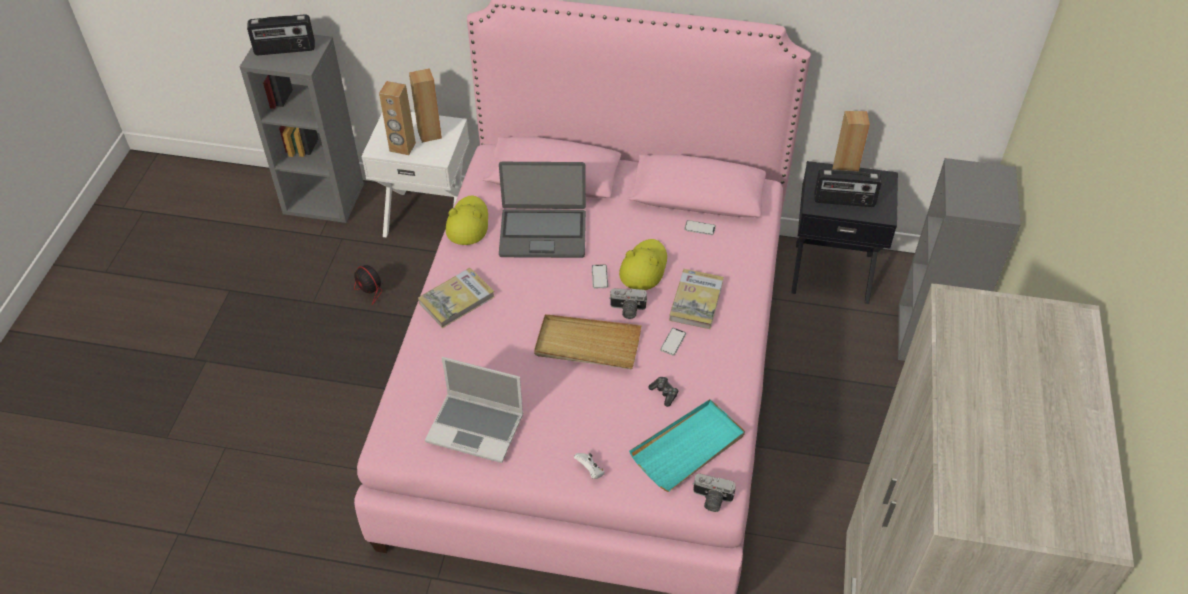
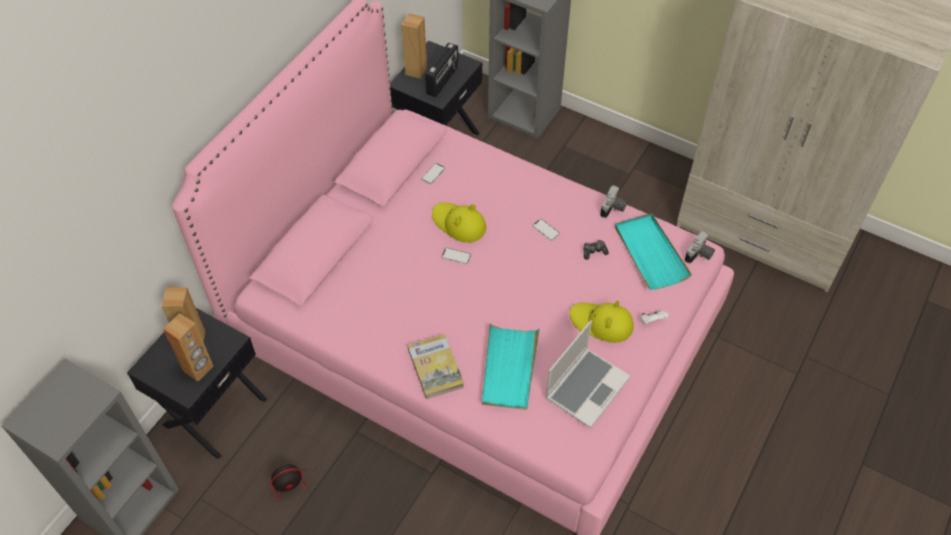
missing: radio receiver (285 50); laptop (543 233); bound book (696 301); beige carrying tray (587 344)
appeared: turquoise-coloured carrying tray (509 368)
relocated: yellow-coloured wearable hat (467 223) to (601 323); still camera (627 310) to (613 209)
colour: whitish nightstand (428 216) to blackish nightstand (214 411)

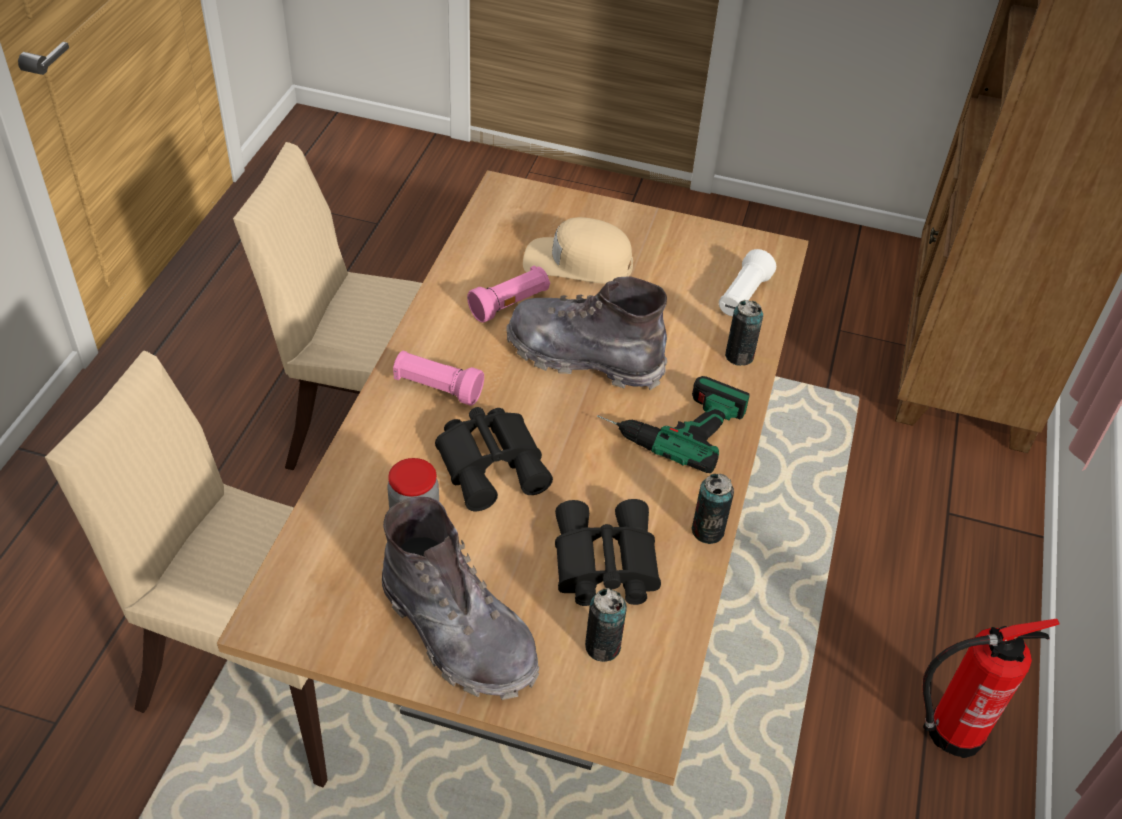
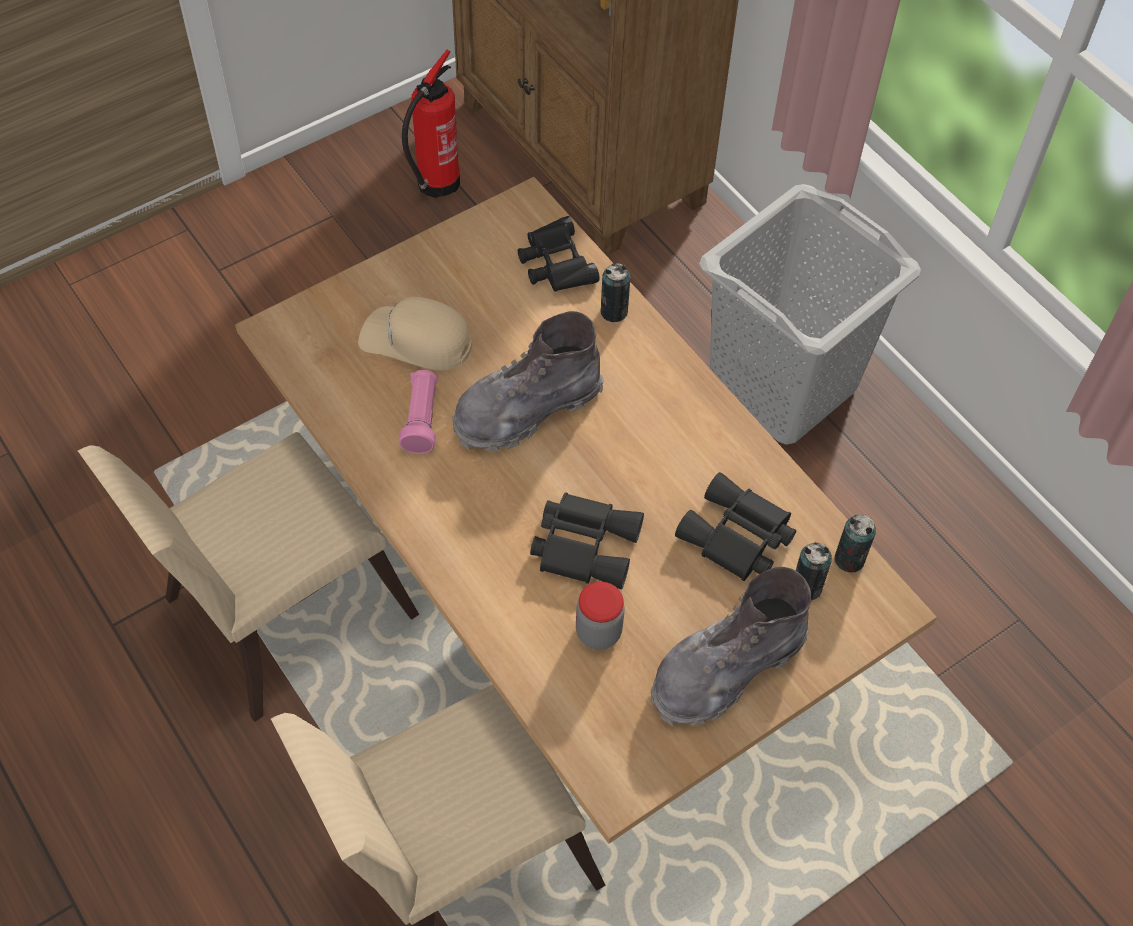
missing: pink-coloured flashlight (437 388); power drill (670 422)
appeared: gray washing basket (784 385)
relocated: sealed can (707 531) to (849 559); fire-fighting cylinder (949 731) to (435 184)
exchanged: whitish flashlight (742 297) to blackish binoculars (555 263)
spun: beige cap (577 262) = (416 340) 60 degrees clockwise; gray tall boot (458 632) = (725 669) 150 degrees clockwise

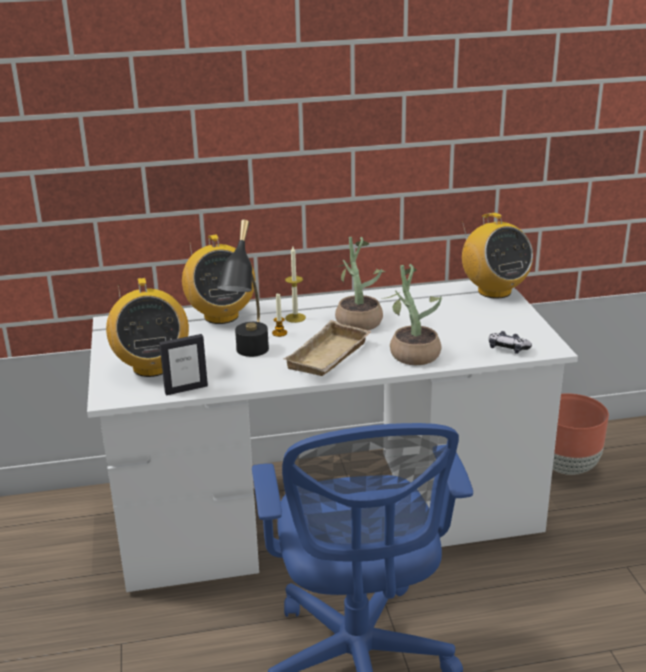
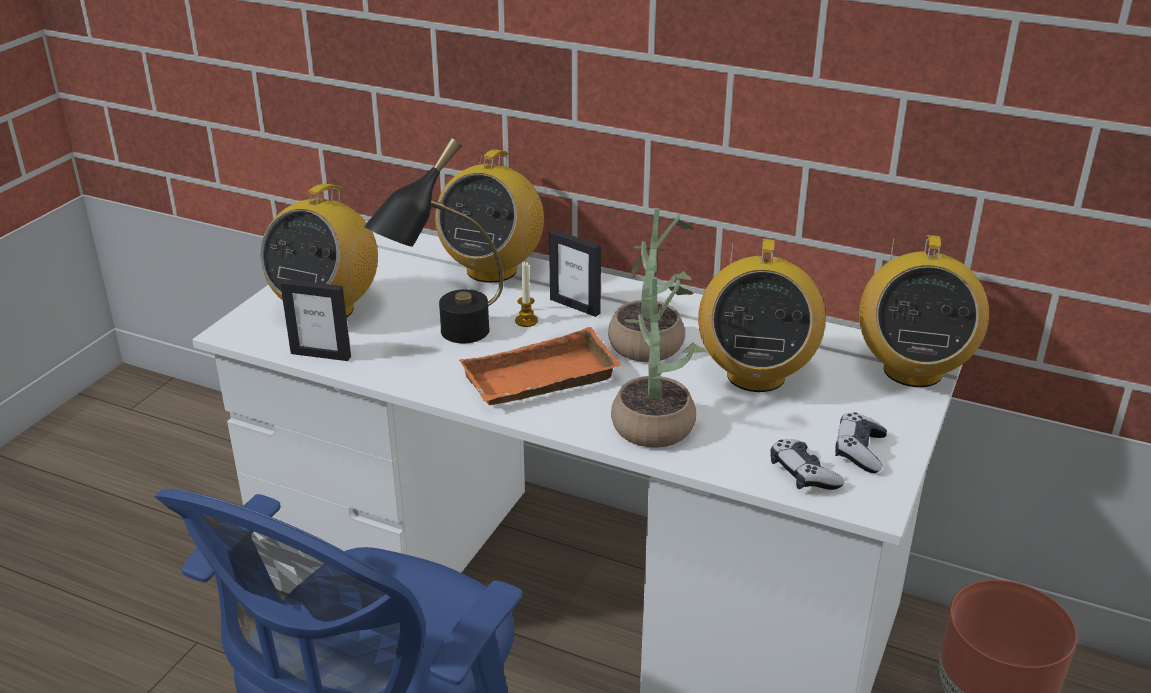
appeared: radio receiver (755 375); game controller (859 451)
exchanged: wax candle (295 318) to photo frame (575 306)
colour: beige carrying tray (330 357) to orange-coloured carrying tray (539 381)

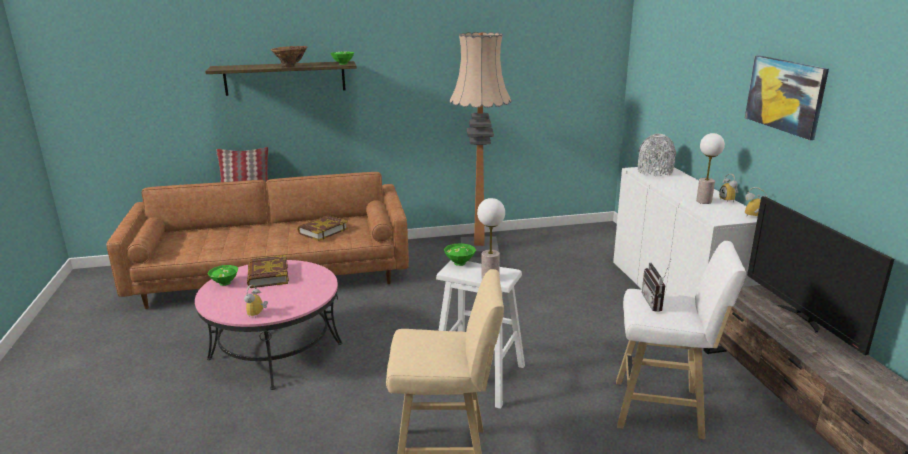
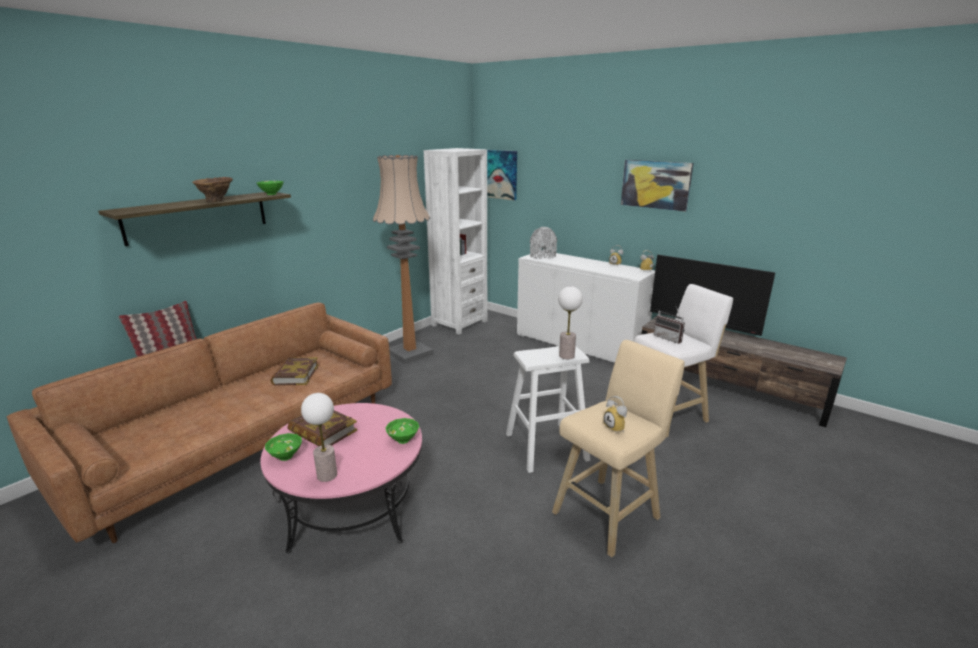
appeared: whitish shelving unit (459 323); picture (500 174)
relocated: tabletop lamp (703 201) to (327 475); greenish deep dish (460 263) to (404 440); table clock (258 314) to (616 428)

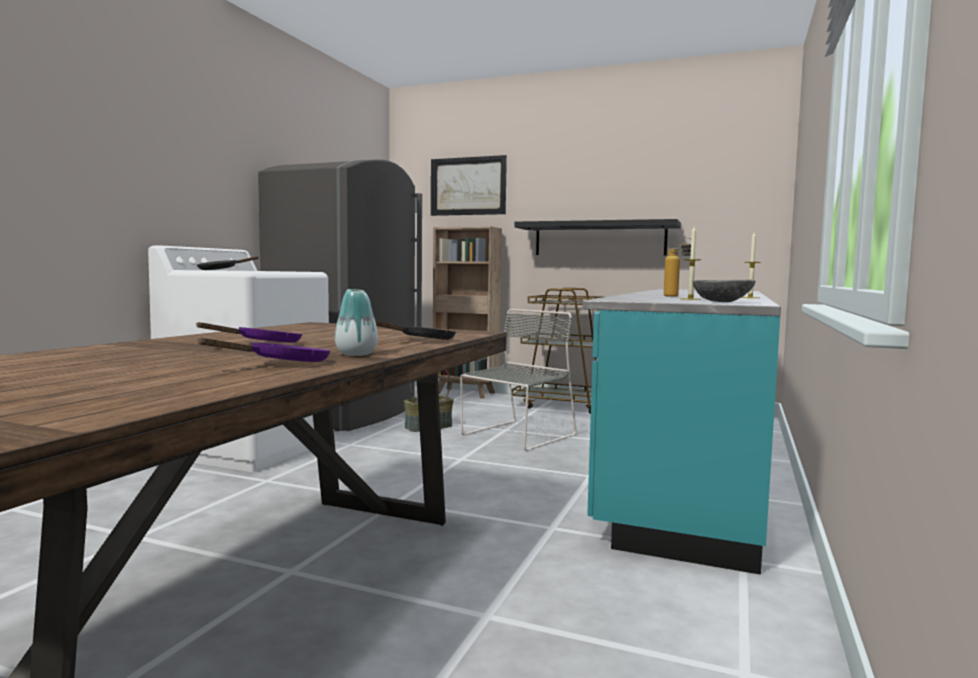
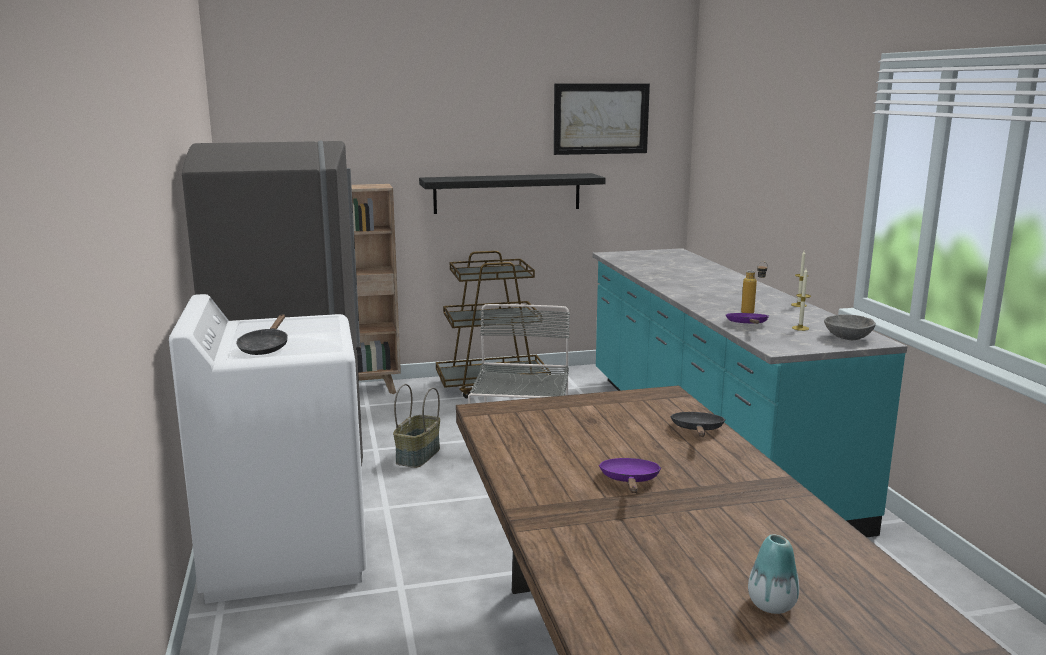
relocated: picture (468 186) to (601 119); vase (356 354) to (771 605); purple-coloured skillet (283 363) to (747 325)

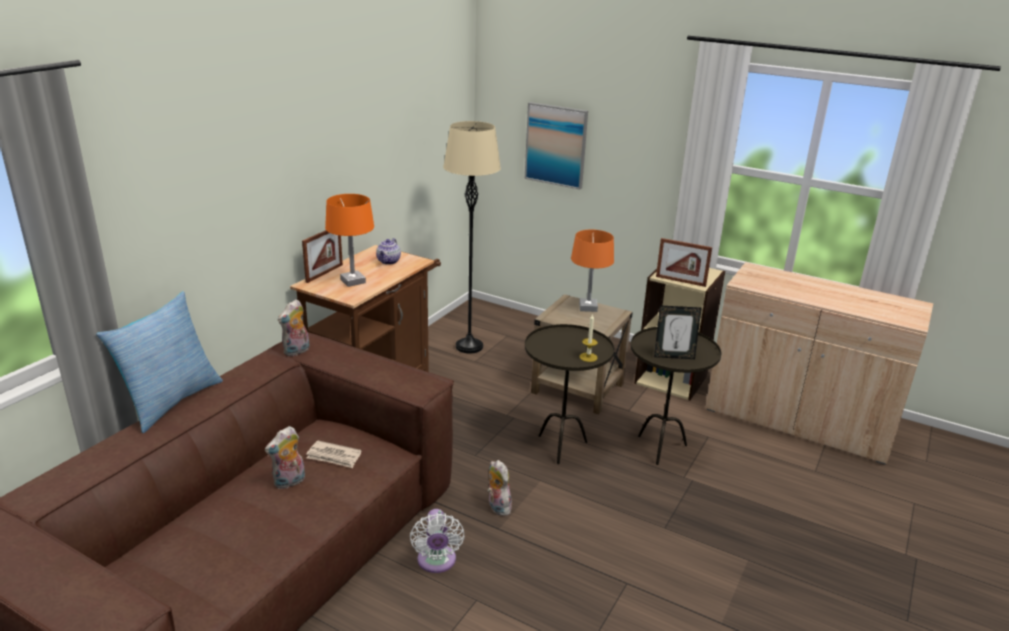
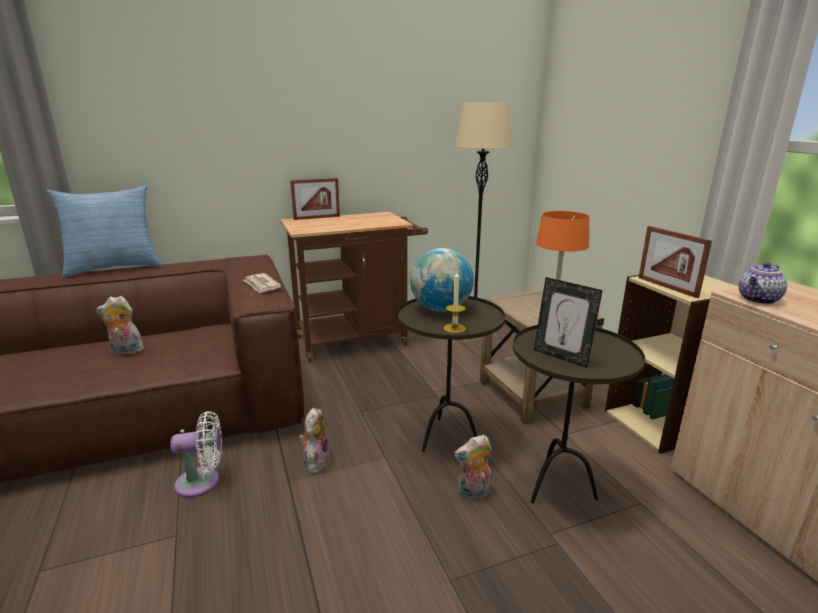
missing: picture (556 145); orange-coloured tabletop lamp (353 281)
appeared: desk globe (440 309)
relocated: teapot (388 261) to (758 300); plush toy (297 351) to (473 493); printed paper (334 456) to (261 285)
spun: whitish cooling fan (436 562) = (202 482) 135 degrees counterclockwise

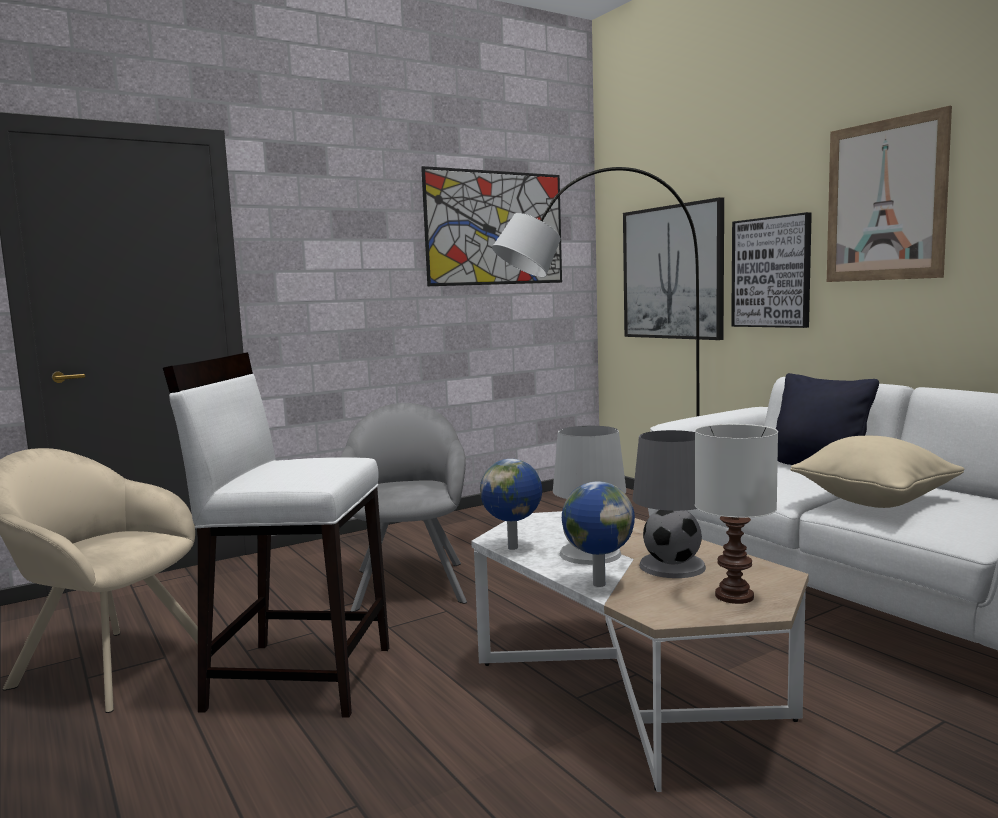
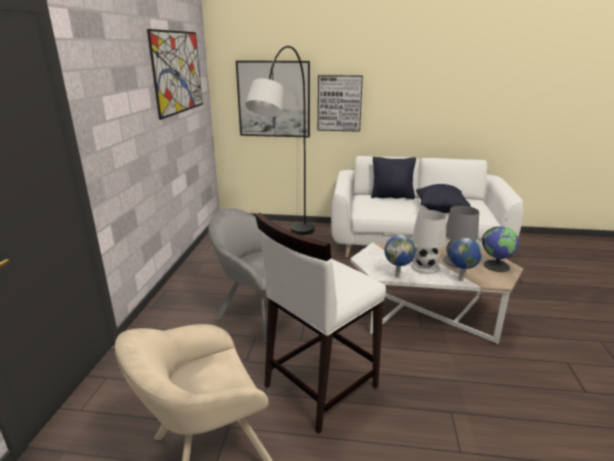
missing: picture (885 201)
exchanged: whitish tabletop lamp (736 596) to desk globe (496 266)
colour: beige pillow (874 501) to blackish pillow (440 210)

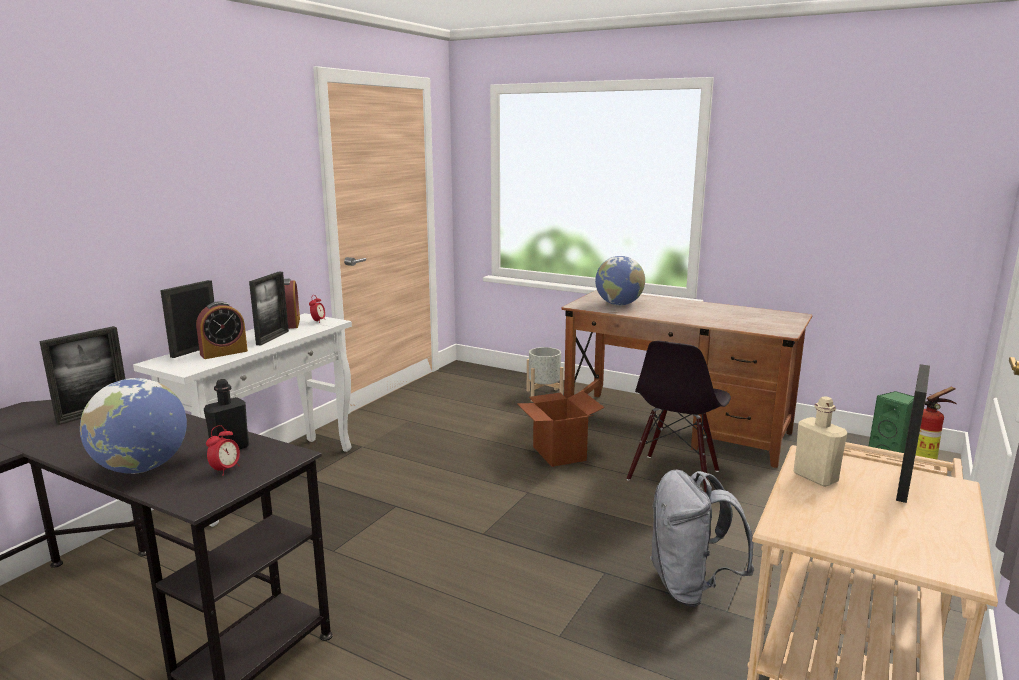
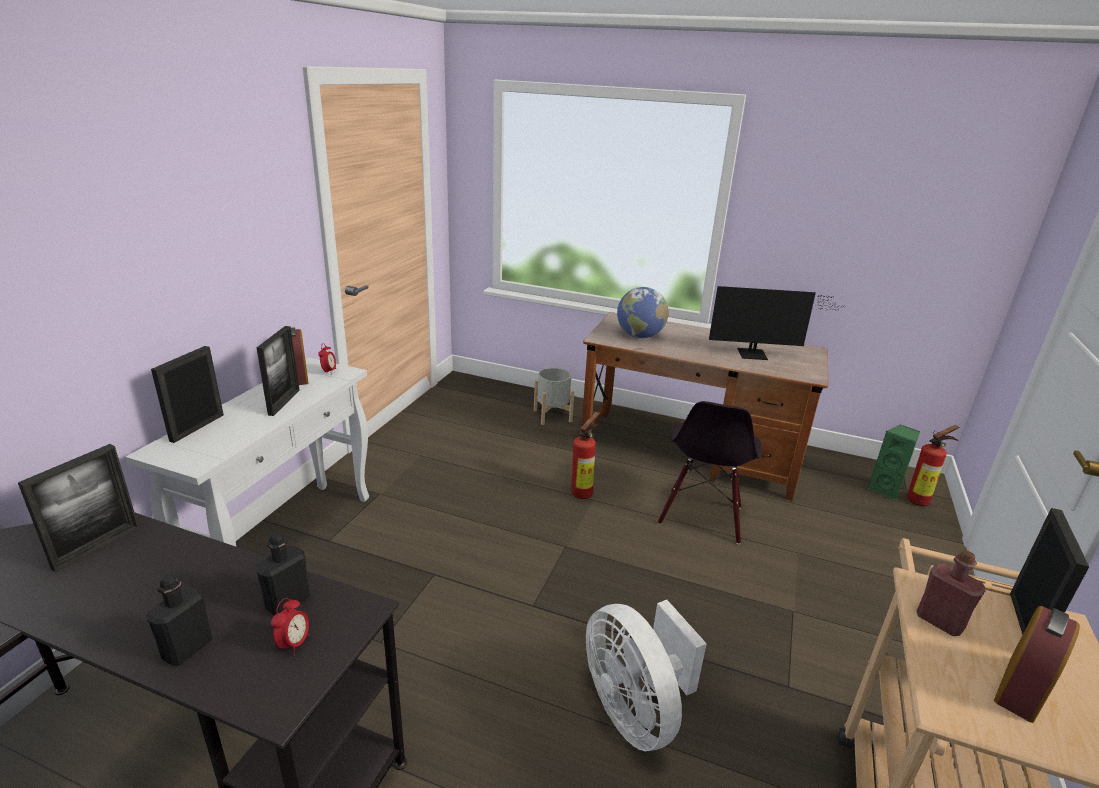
missing: gray rucksack (691 587)
appeared: monitor (757 355); whitish cooling fan (635 710)
relocated: table clock (224 353) to (1021 688)
exchanged: desk globe (142 468) to blackish drink bottle (187 649); carton (559 453) to fire-fighting cylinder (584 493)
colour: beige drink bottle (815 477) to red drink bottle (939 621)

